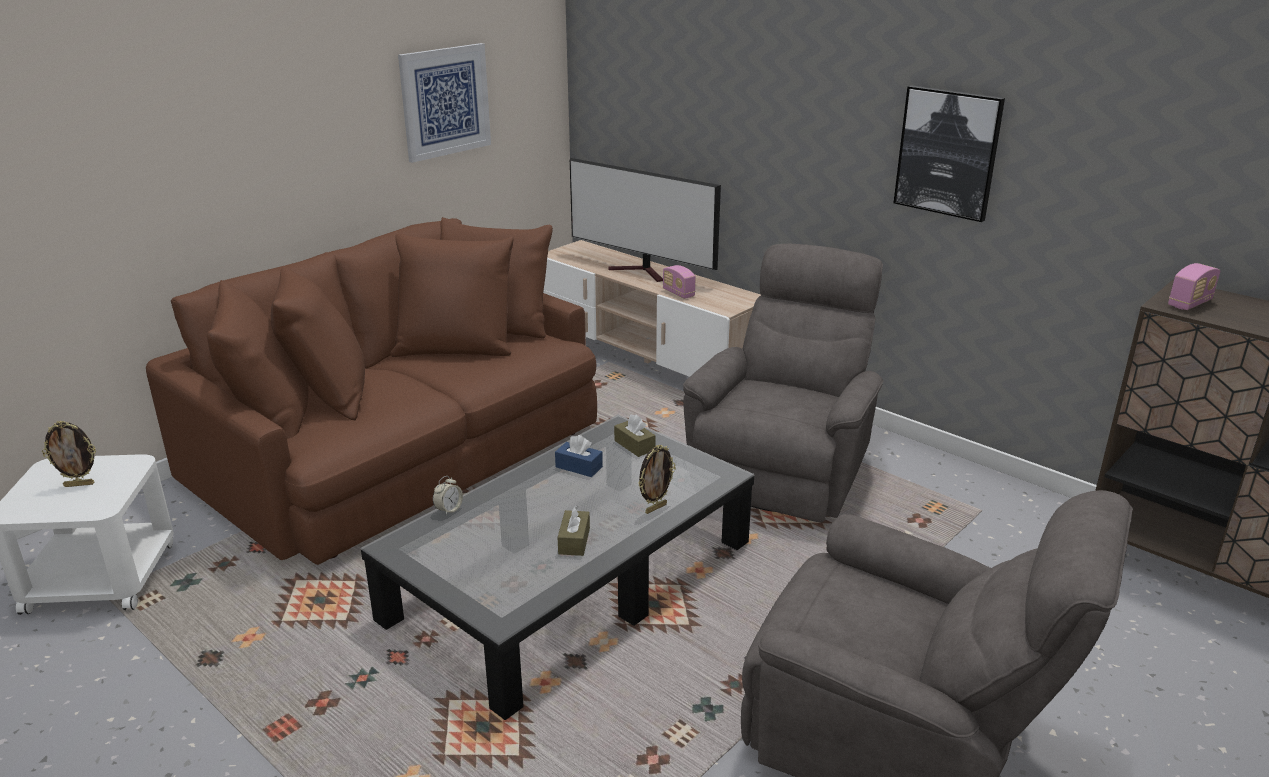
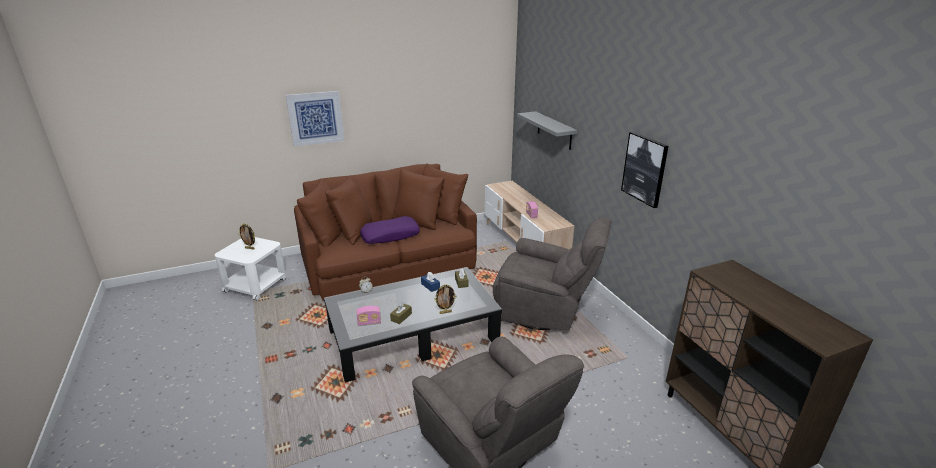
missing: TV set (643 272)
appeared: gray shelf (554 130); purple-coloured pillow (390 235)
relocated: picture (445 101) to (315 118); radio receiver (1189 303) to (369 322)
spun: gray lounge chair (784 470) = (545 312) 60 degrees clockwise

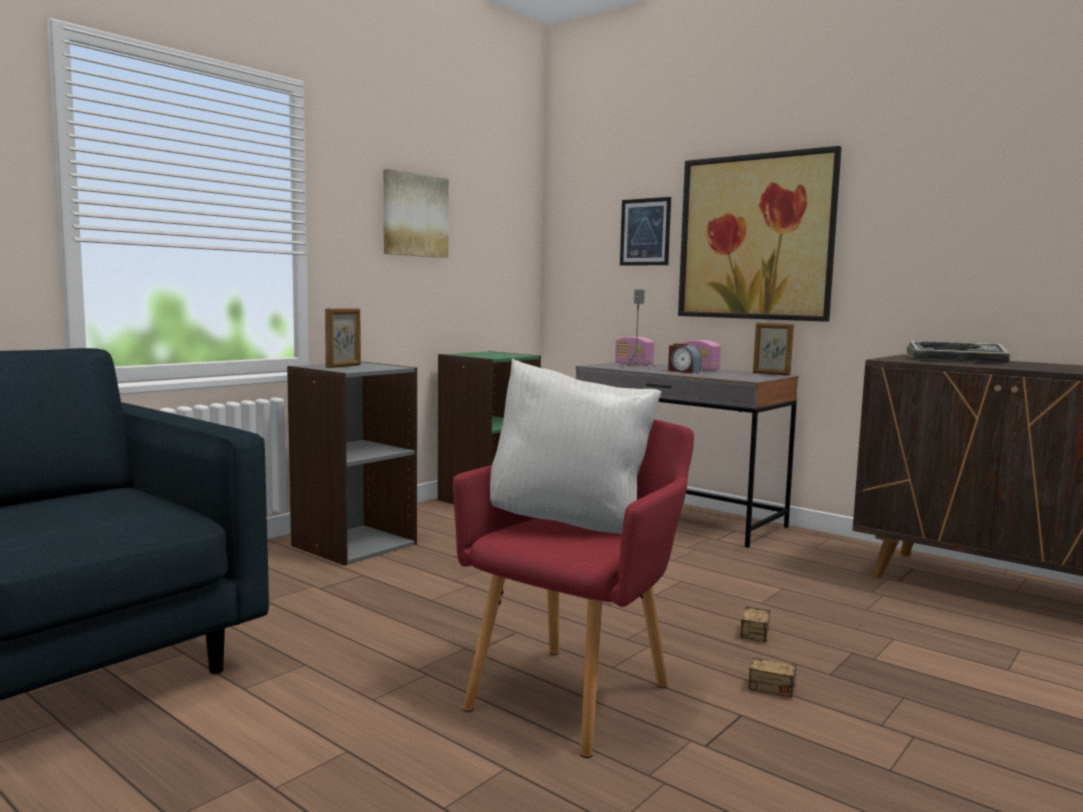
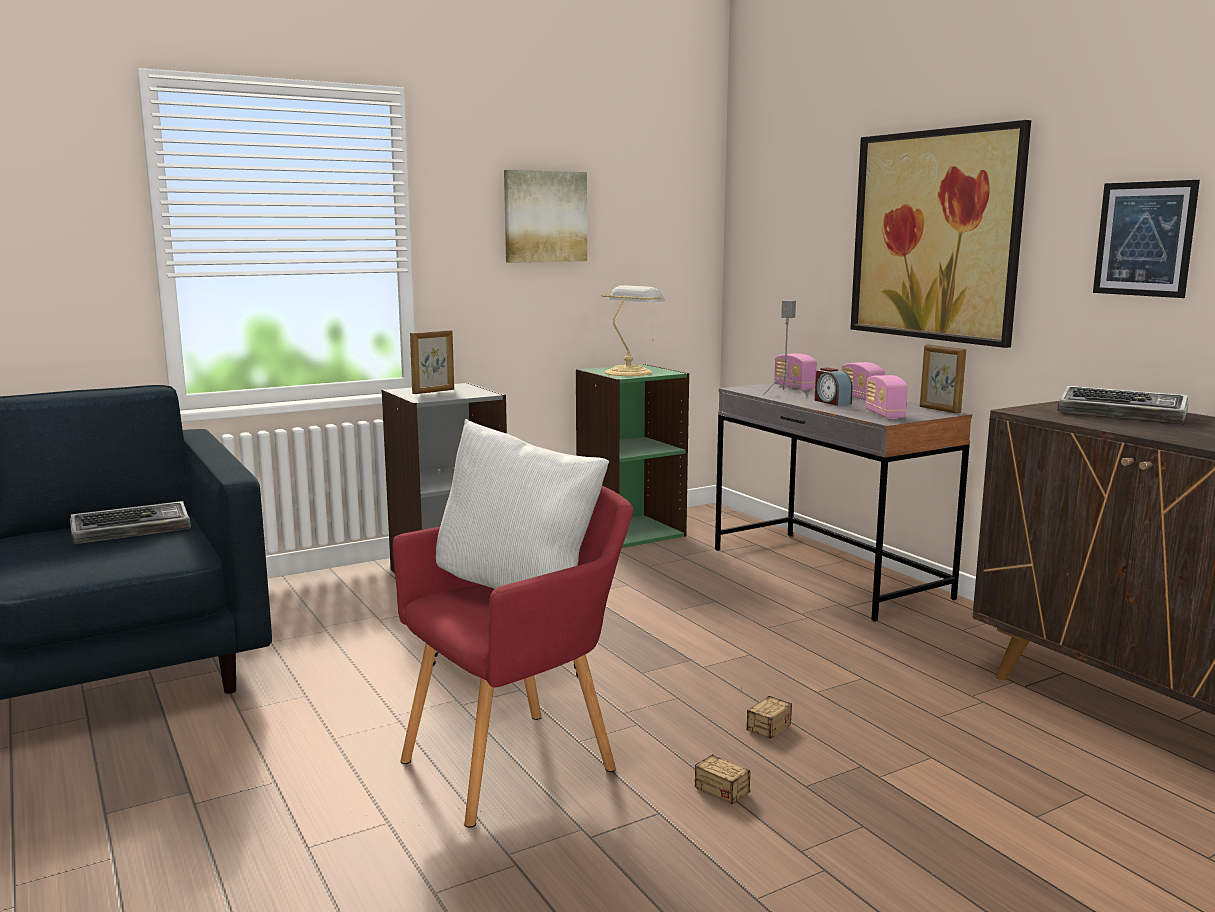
appeared: tabletop lamp (630 372); radio receiver (884 415); keyboard (133 531)
relocated: picture (645 232) to (1144 239)

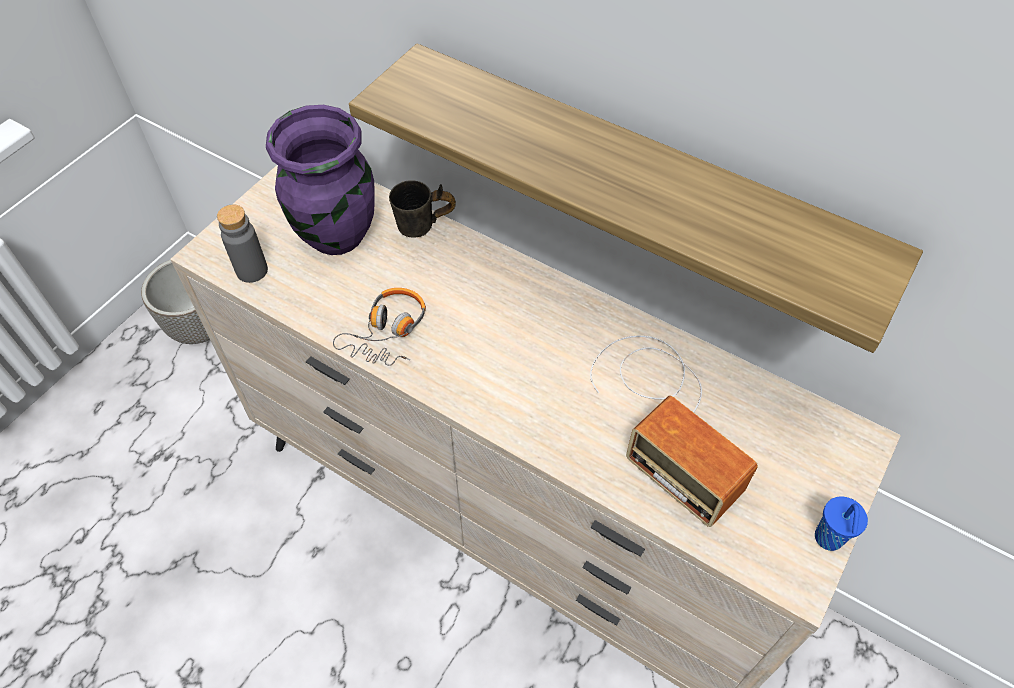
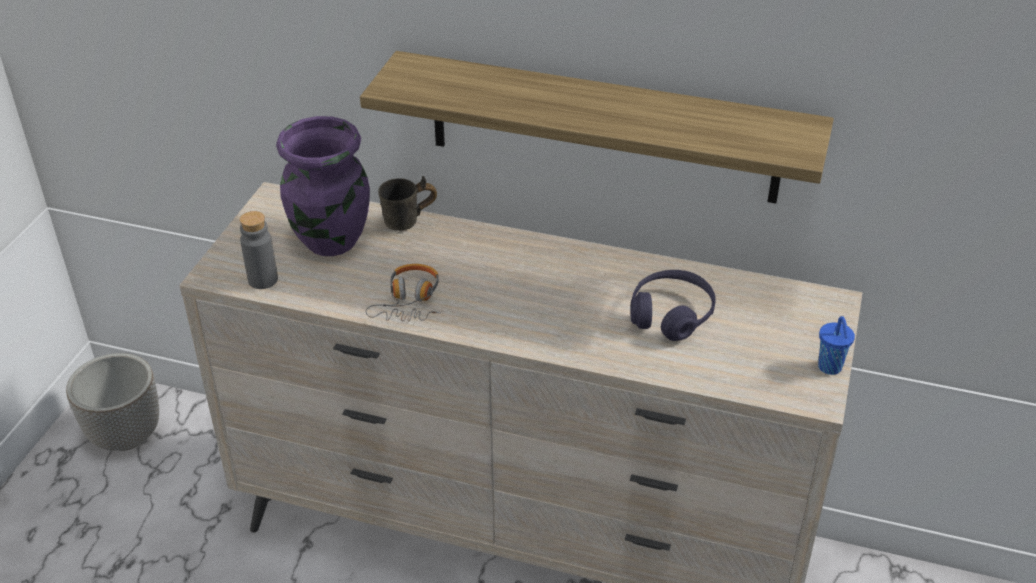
exchanged: radio receiver (664 416) to purple-coloured headphones (671 315)

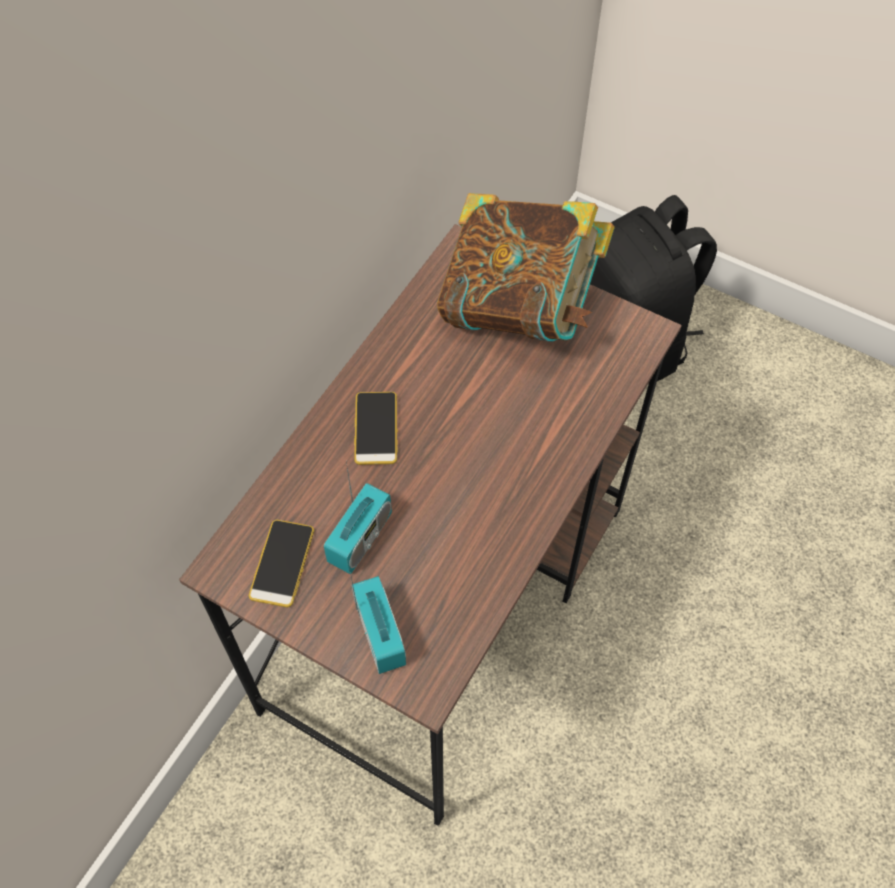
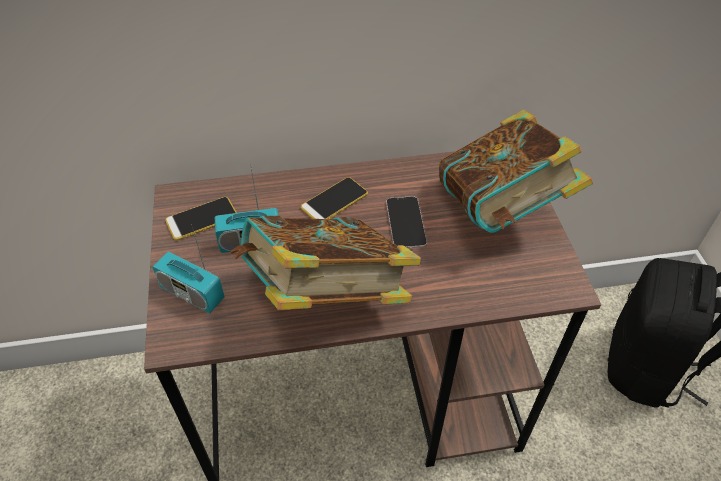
appeared: handset (405 223); bound book (325 296)
spun: radio receiver (380 633) = (192 293) 90 degrees clockwise

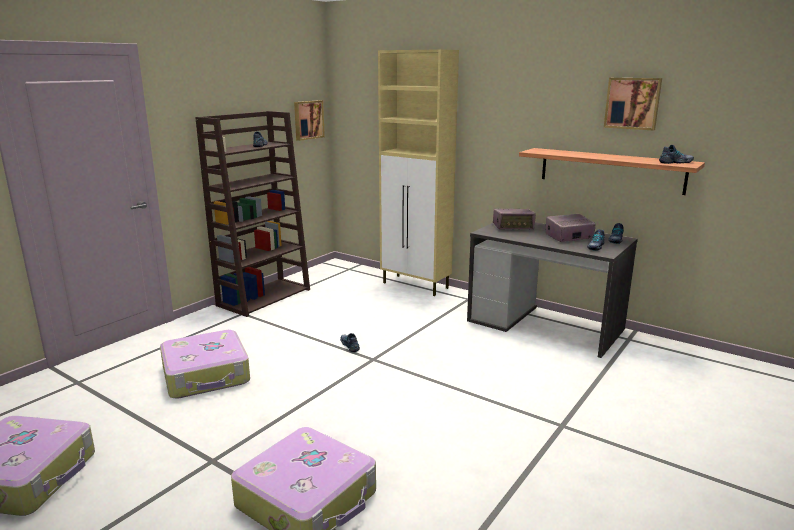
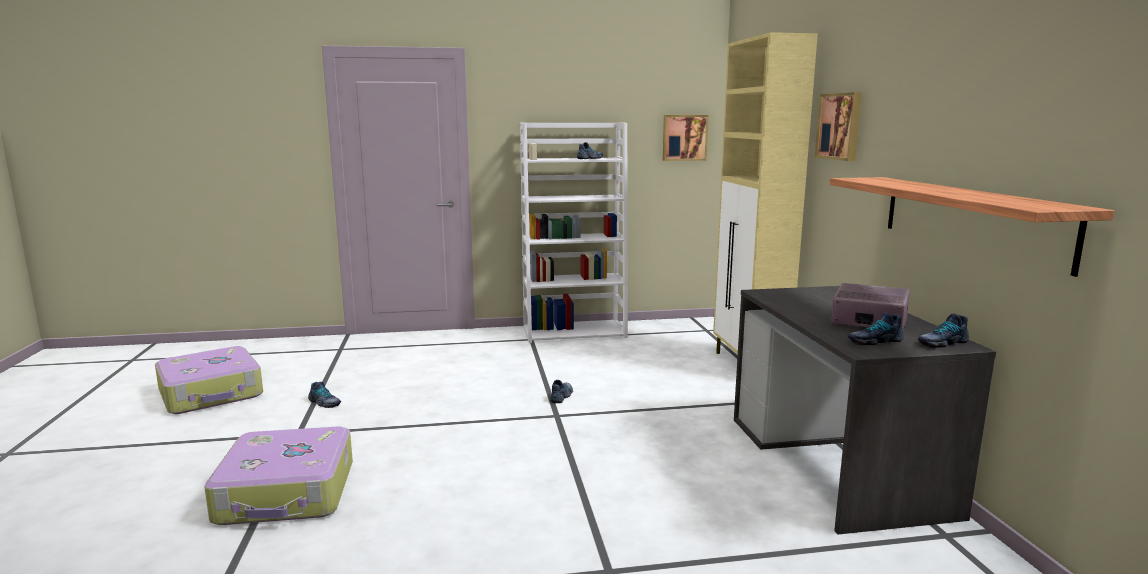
missing: radio receiver (513 227); piece of luggage (207 375)
relocated: picture (632 103) to (840 126); shoe (676 162) to (324 403)
colour: brown shelving unit (264 297) to whitish shelving unit (575 332)

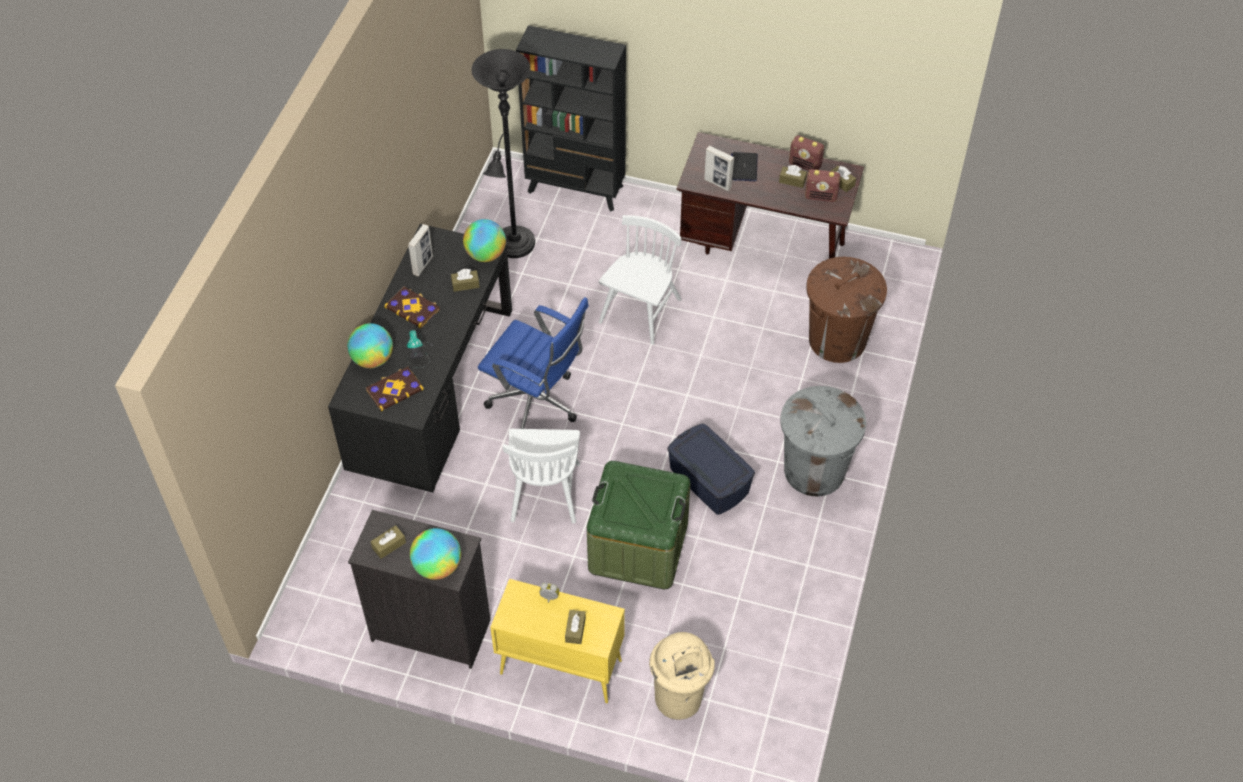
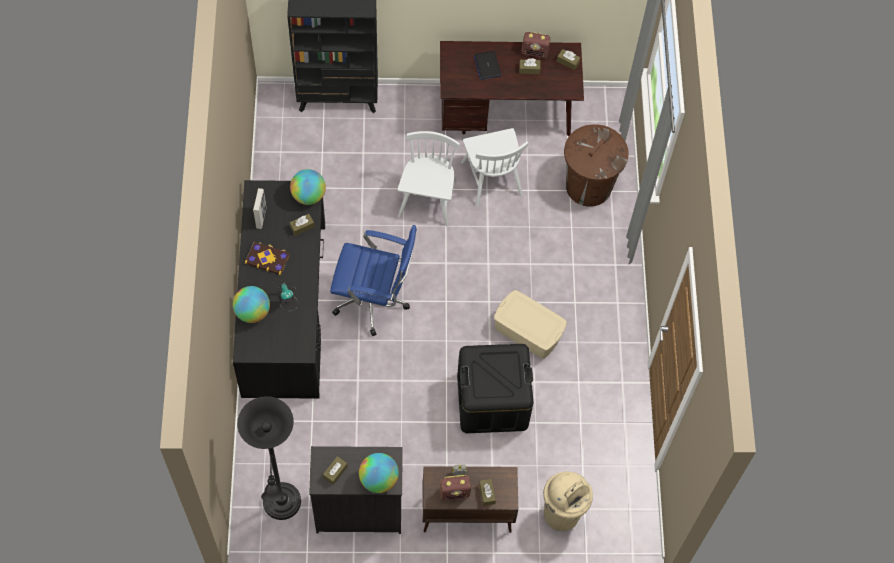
missing: photo frame (717 183); bound book (394 389); gray waste bin (814 471)
relocated: blackish standard lamp (513 247) to (282 506); radio receiver (821 196) to (455 492); whitish chair (545 491) to (492 178)
colour: bluish storage bin (709 481) to beige storage bin (528 332); greenish storage bin (638 547) to blackish storage bin (492 401); yellow-coloured cabinet (559 667) to brown cabinet (466 514)

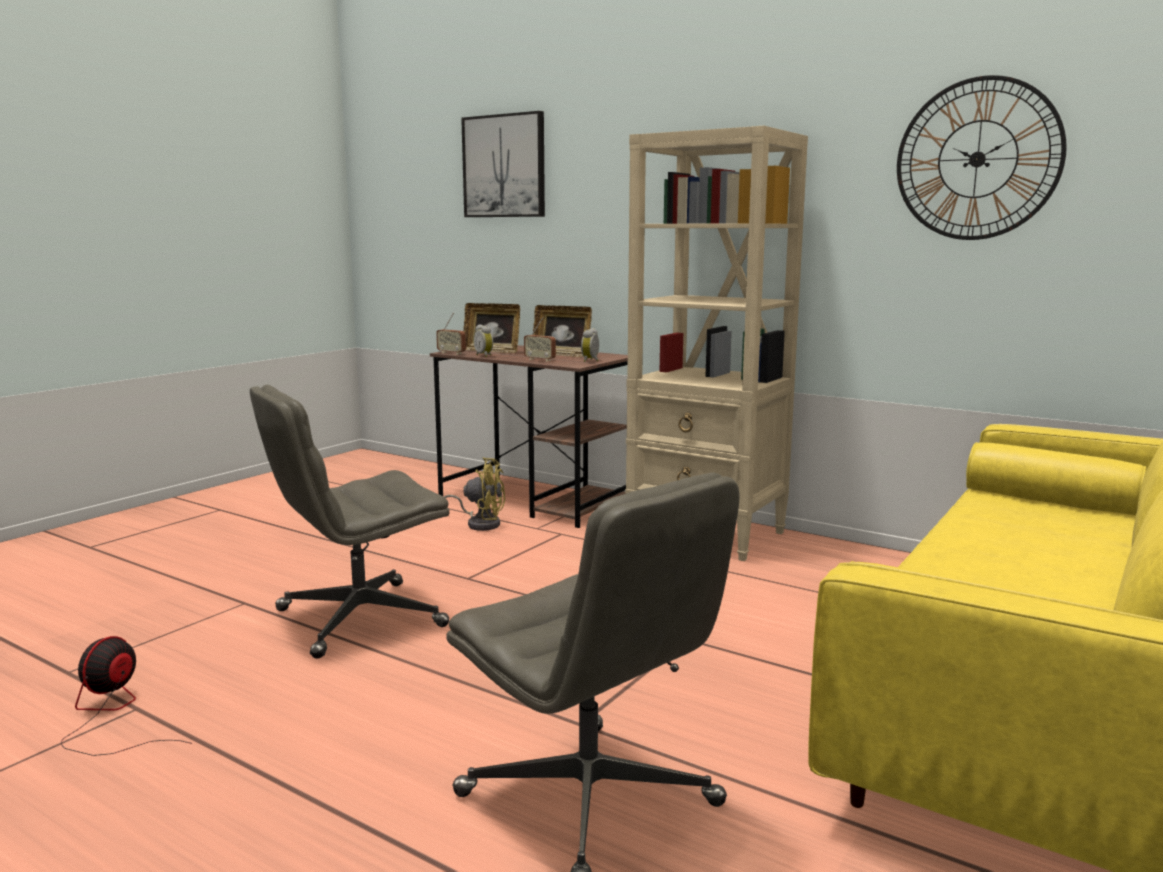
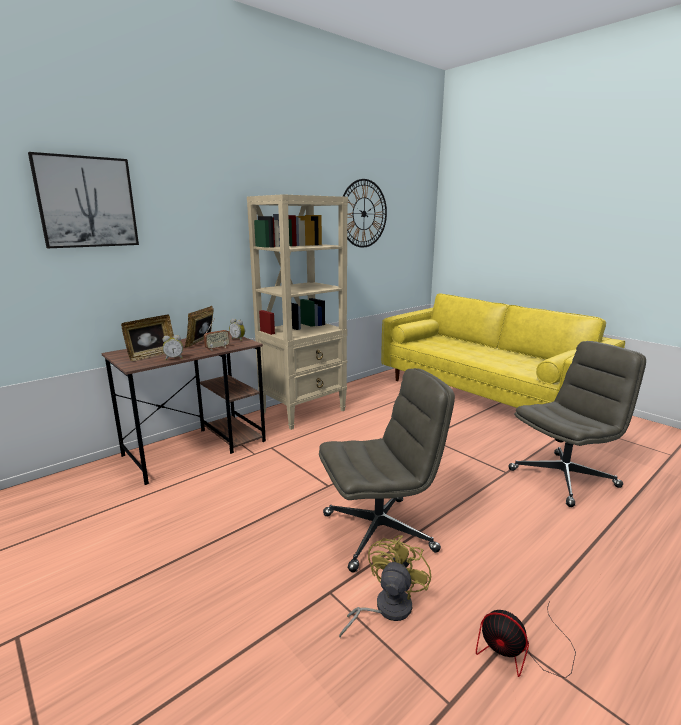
missing: radio receiver (451 353)
relocated: yellow-coloured cooling fan (480 523) to (386 609)
spun: photo frame (562 355) = (202 342) 150 degrees clockwise; gray computer chair (358 619) = (379 531) 90 degrees counterclockwise

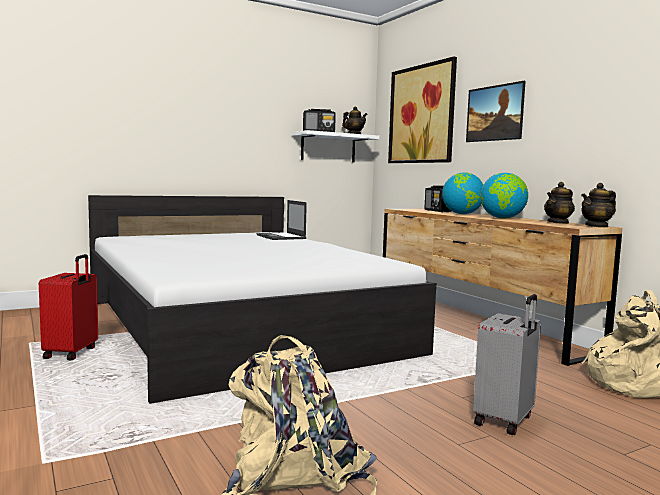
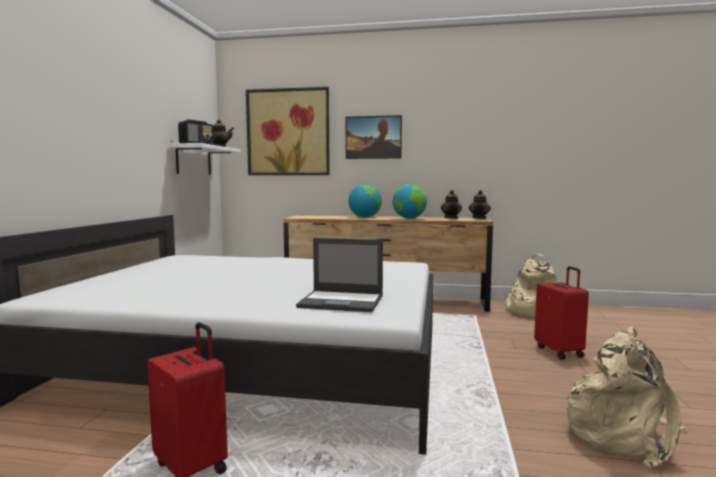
missing: radio receiver (437 211)
relocated: laptop (281 237) to (342 302)
colour: gray piece of luggage (505 421) to red piece of luggage (560 351)

